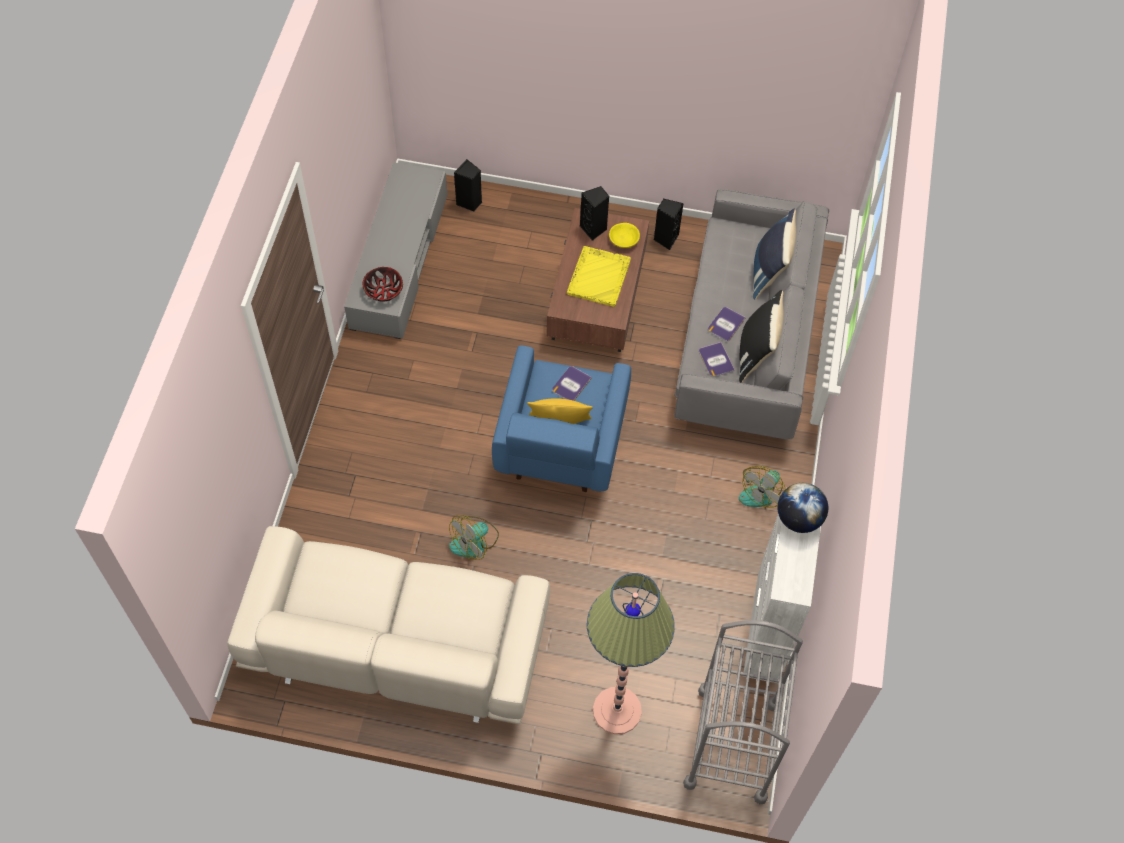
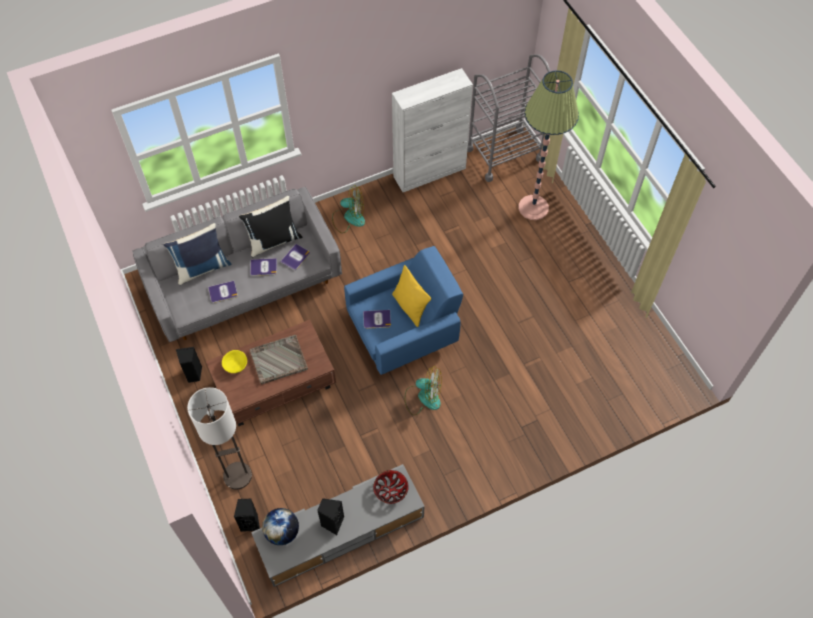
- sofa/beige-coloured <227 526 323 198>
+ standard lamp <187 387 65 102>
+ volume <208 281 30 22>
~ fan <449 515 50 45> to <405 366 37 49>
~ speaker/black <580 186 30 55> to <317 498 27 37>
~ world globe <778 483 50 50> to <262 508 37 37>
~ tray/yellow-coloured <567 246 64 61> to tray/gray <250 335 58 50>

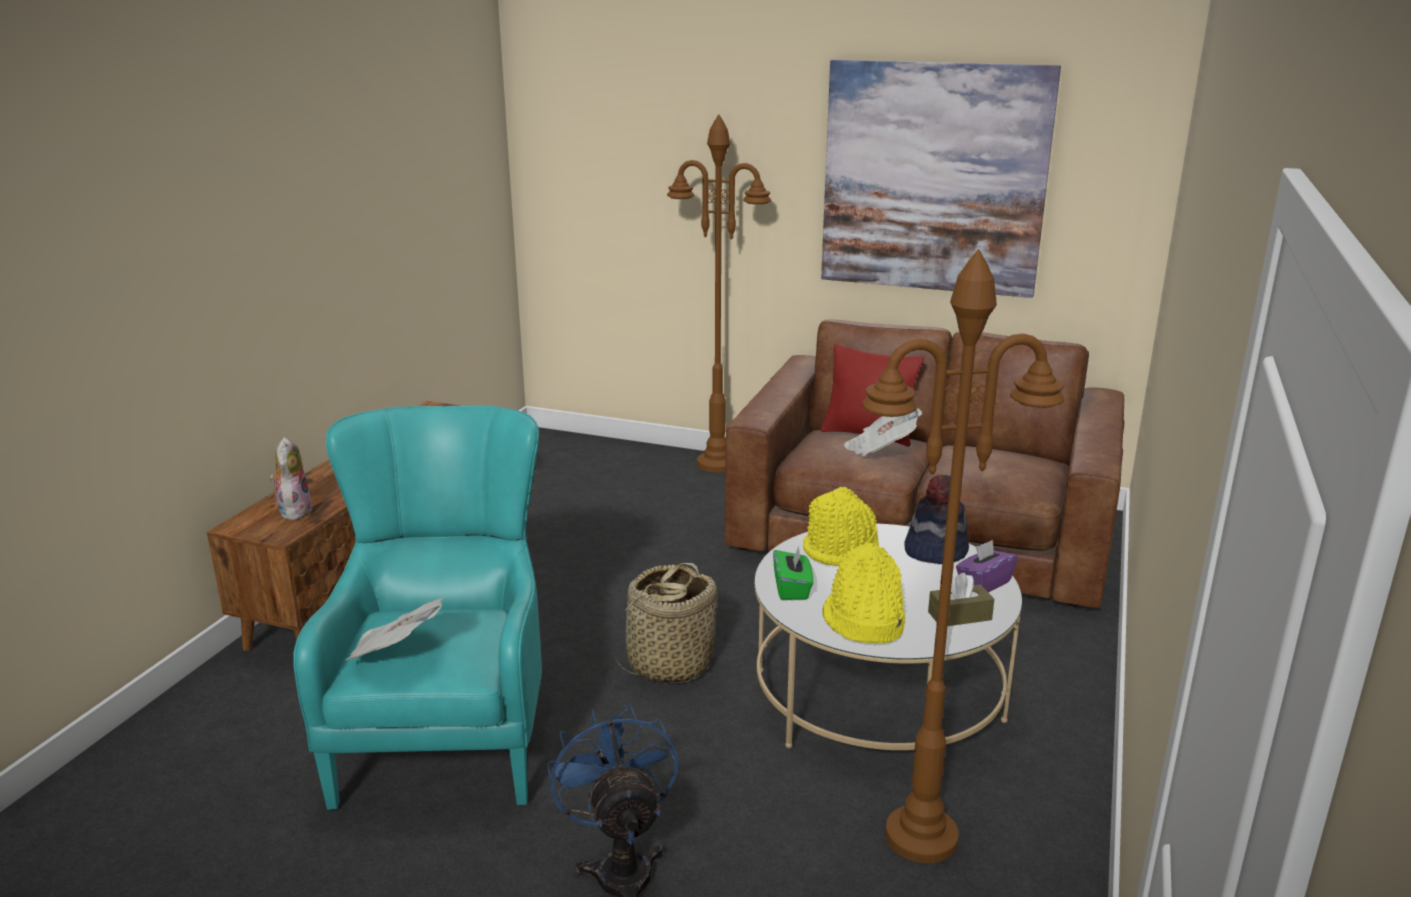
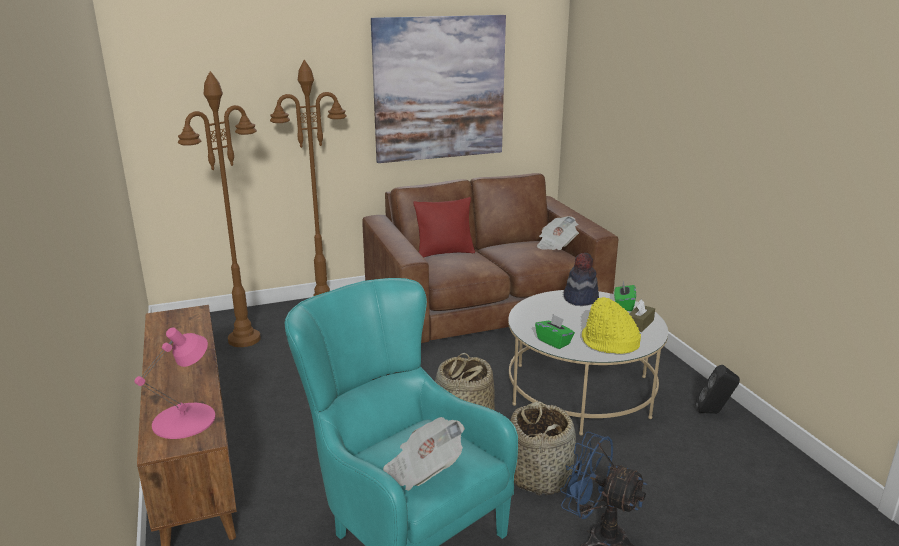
- clothing hat/yellow-coloured <803 487 76 79>
+ household basket <510 402 66 94>
+ speaker/black <696 365 44 49>
~ newspaper <844 408 78 48> to <537 216 42 34>
~ standard lamp/brown <862 249 203 614> to <178 71 83 276>
~ plush toy <270 437 43 83> to lamp for a table/pink <134 327 81 112>
~ box of tissues/purple <956 540 62 52> to box of tissues/green-coloured <614 281 22 30>

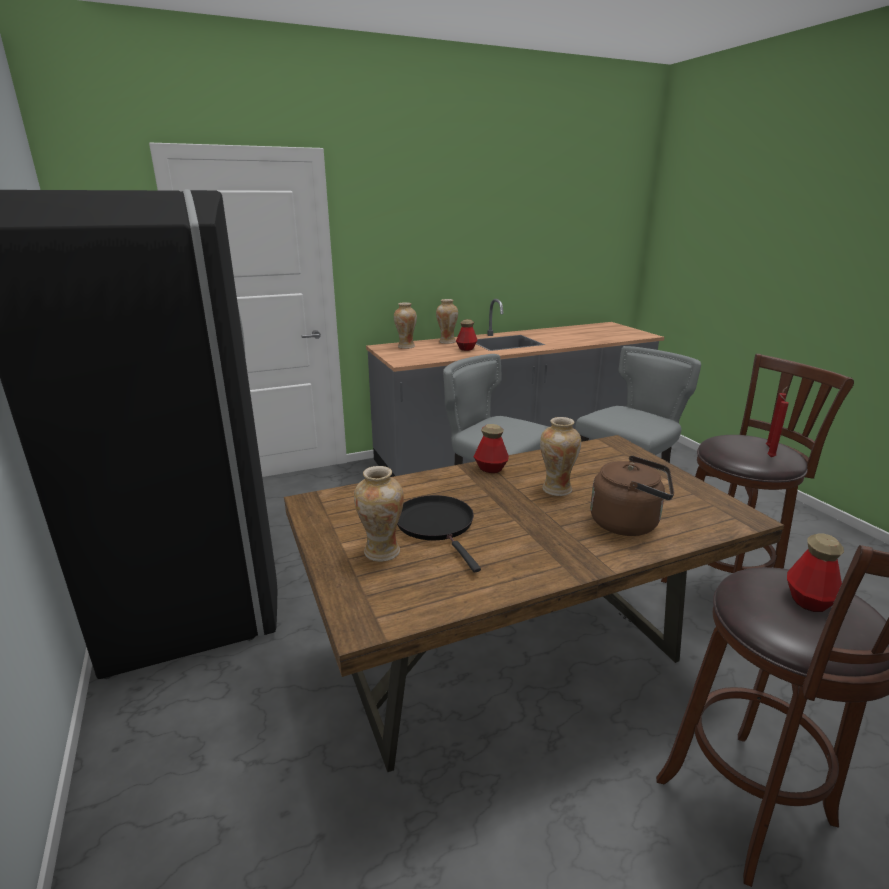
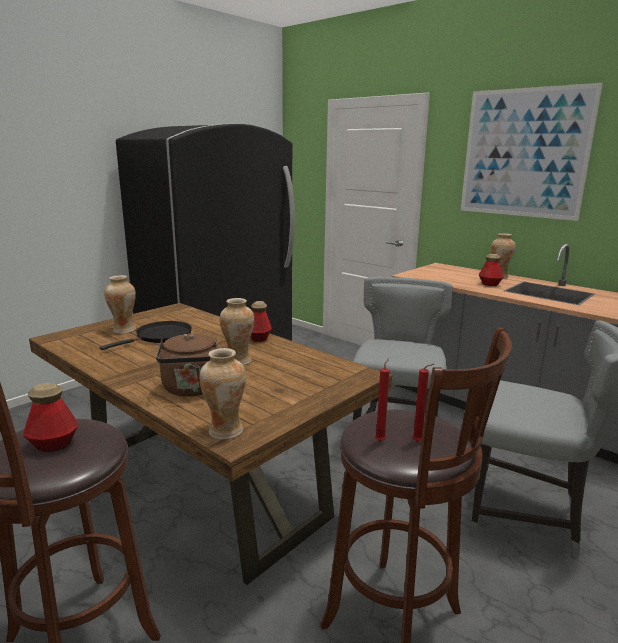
+ wall picture <461 83 142 138>
~ flower vase <394 302 23 47> to <199 348 47 92>

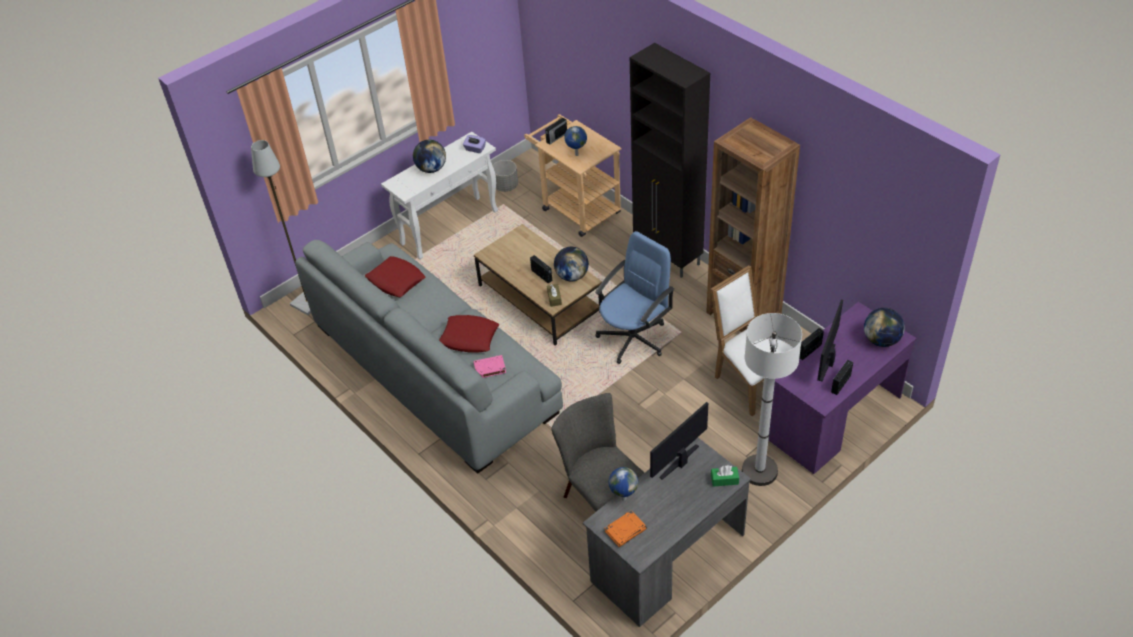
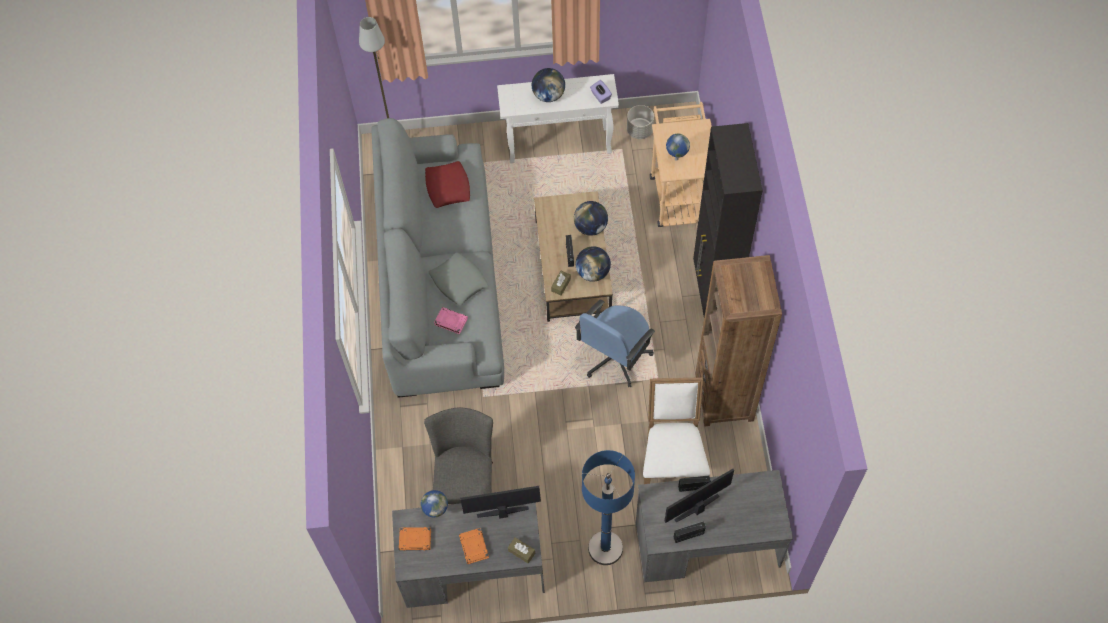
- radio <545 118 22 26>
+ volume/orange <459 528 30 36>
~ world globe <864 308 41 39> to <574 201 34 35>
~ pillow/red <439 315 60 37> to pillow/gray <429 252 59 54>
~ box of tissues/green-coloured <711 465 28 22> to box of tissues/brown <508 538 27 25>
~ standard lamp/white-coloured <742 313 60 173> to standard lamp/bluish <582 450 53 115>
~ desk unit/purple <768 302 149 172> to desk unit/gray <636 470 157 112>
~ office chair/bluish <595 231 80 133> = <575 299 80 88> 135 degrees clockwise

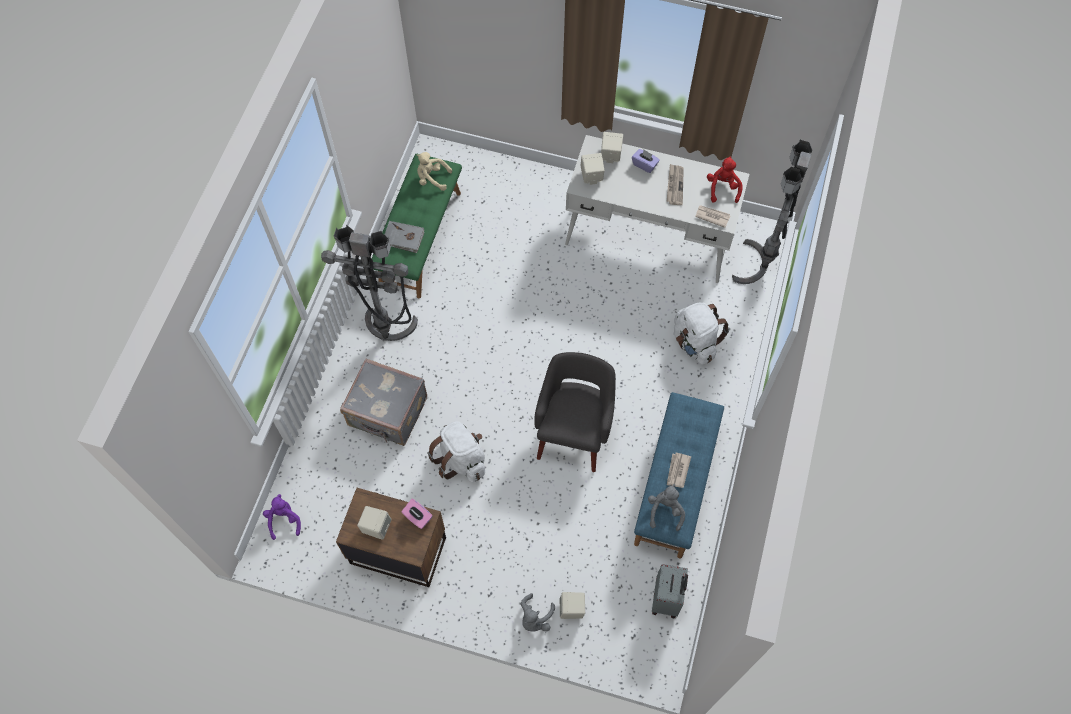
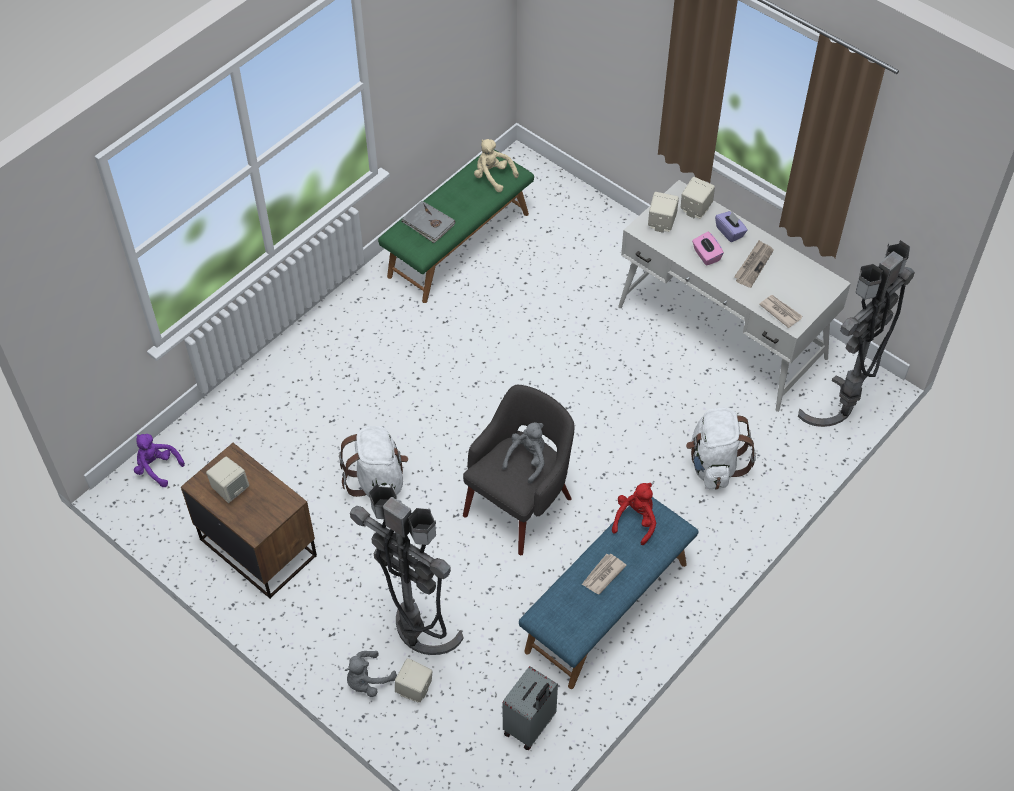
- piece of luggage/gray <340 358 87 88>
~ standard lamp/gray <321 225 97 116> to <350 483 114 172>
~ box of tissues/pink <402 498 31 31> to <692 232 32 34>
~ plush toy/gray <648 484 37 47> to <502 422 43 62>
~ plush toy/red <707 157 36 46> to <612 483 44 62>
~ plush toy/purple <263 494 38 46> = <134 434 51 53> 75 degrees counterclockwise

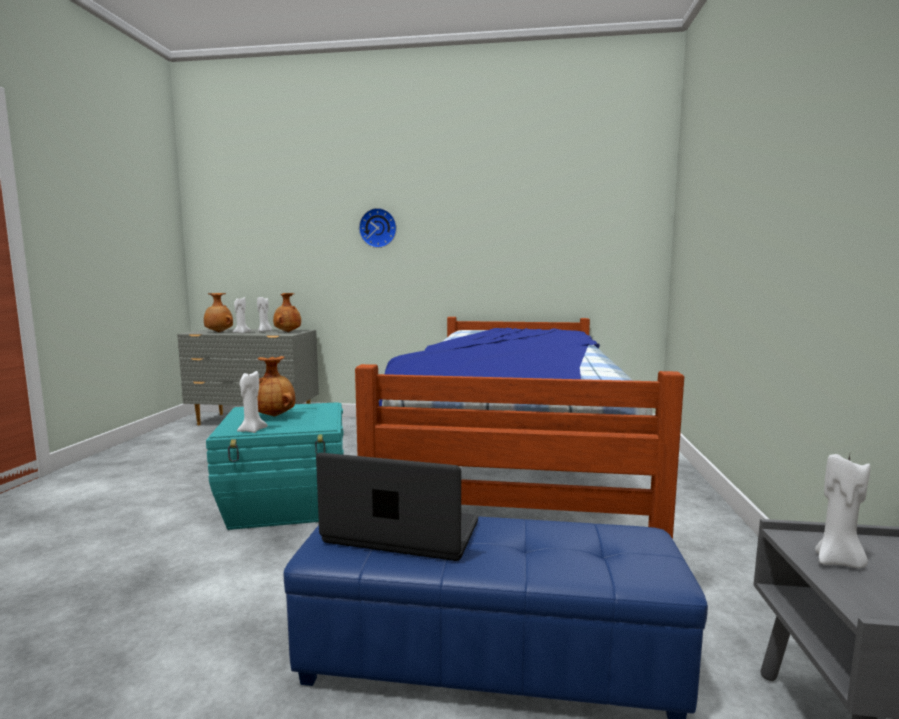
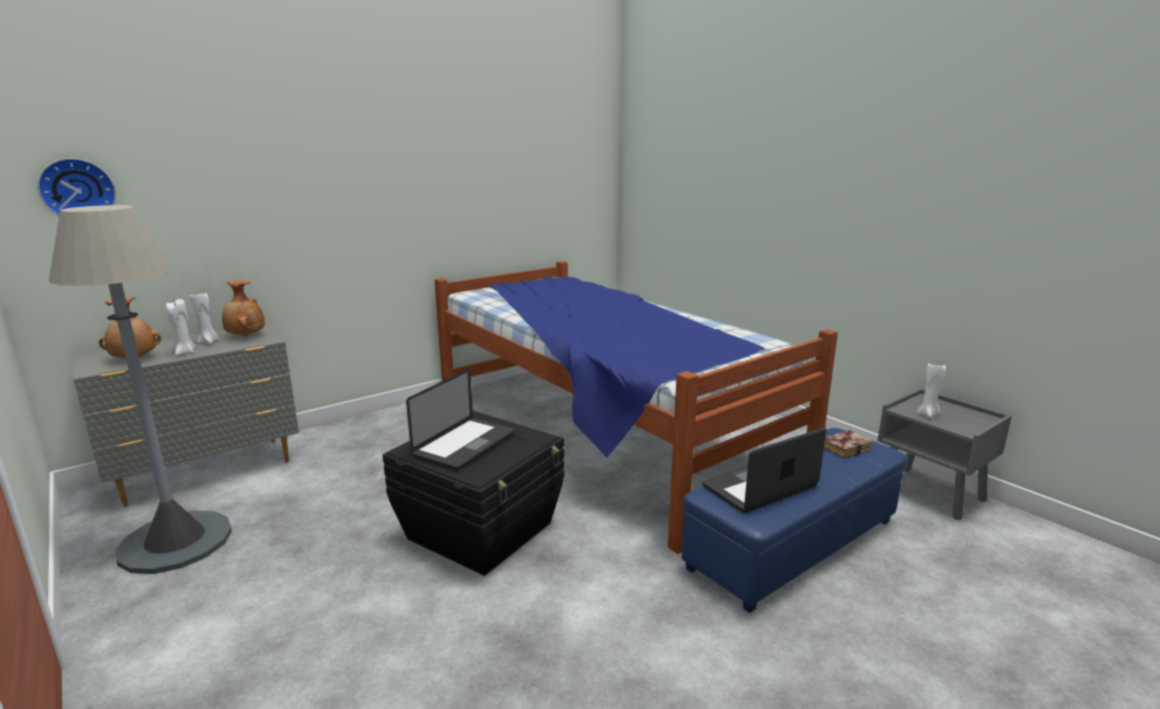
- candle/white-coloured <237 370 31 63>
+ standard lamp/gray <49 205 183 369>
+ volume <824 430 49 28>
~ hanging clock <359 208 38 40> to <37 158 79 58>
~ flower vase/brown <257 356 38 61> to laptop <406 369 109 102>
~ storage bin/turquoise <206 402 138 128> to storage bin/black <383 411 181 165>

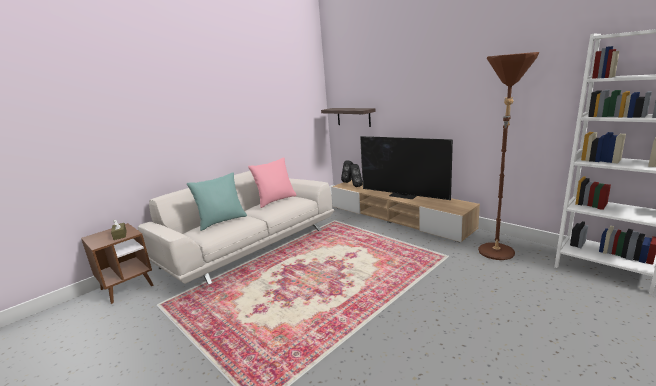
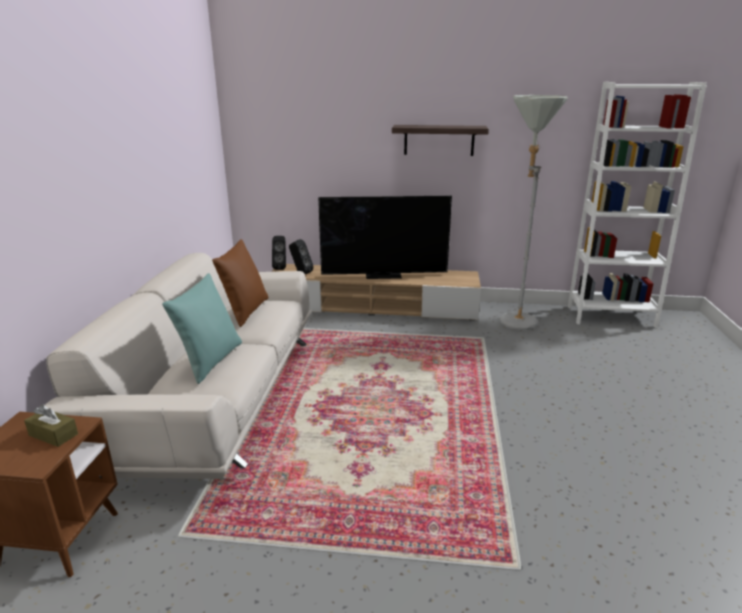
~ wall shelf <321 108 55 19> to <392 125 97 31>
~ pillow/pink <248 157 49 51> to pillow/brown <212 239 56 88>
~ standard lamp/brown <478 52 61 208> to standard lamp/gray <500 95 68 235>

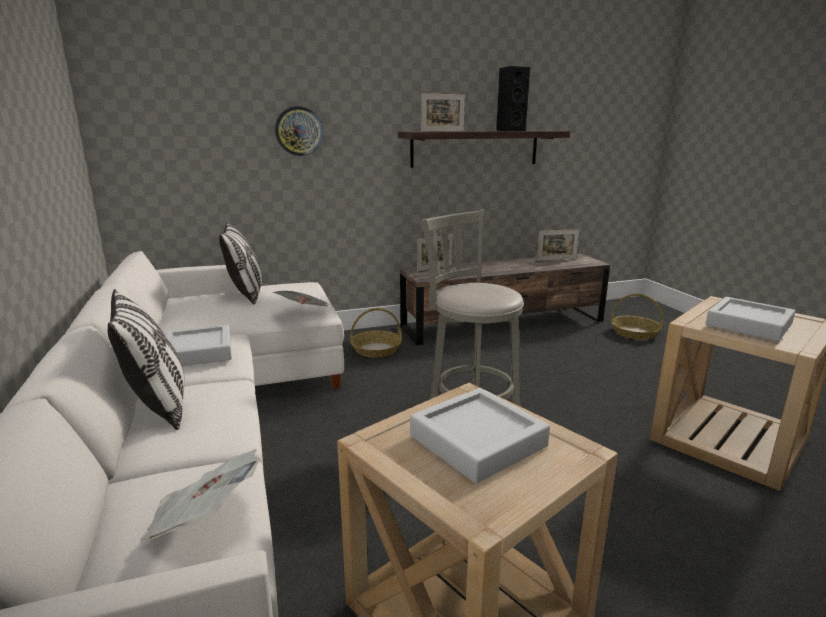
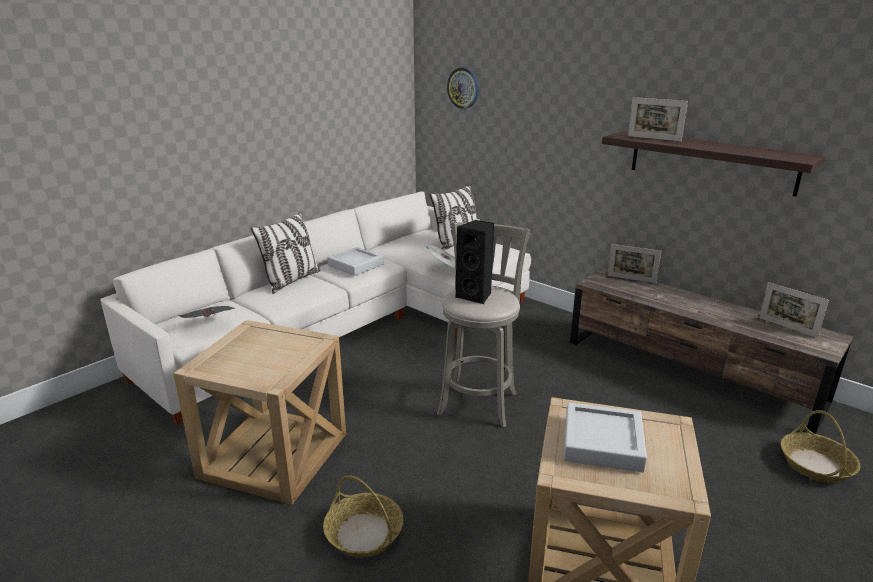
- tray/gray <410 388 140 96>
~ hanging clock <275 106 48 50> to <447 68 32 41>
~ household basket <350 308 52 50> to <323 475 81 83>
~ speaker/black <496 66 34 65> to <456 220 38 85>

